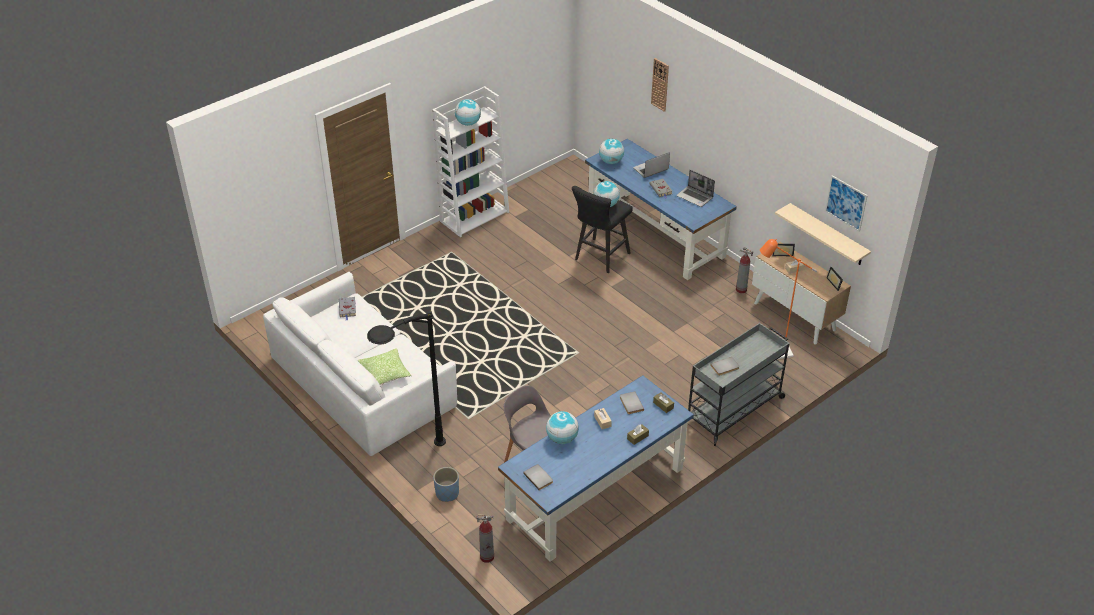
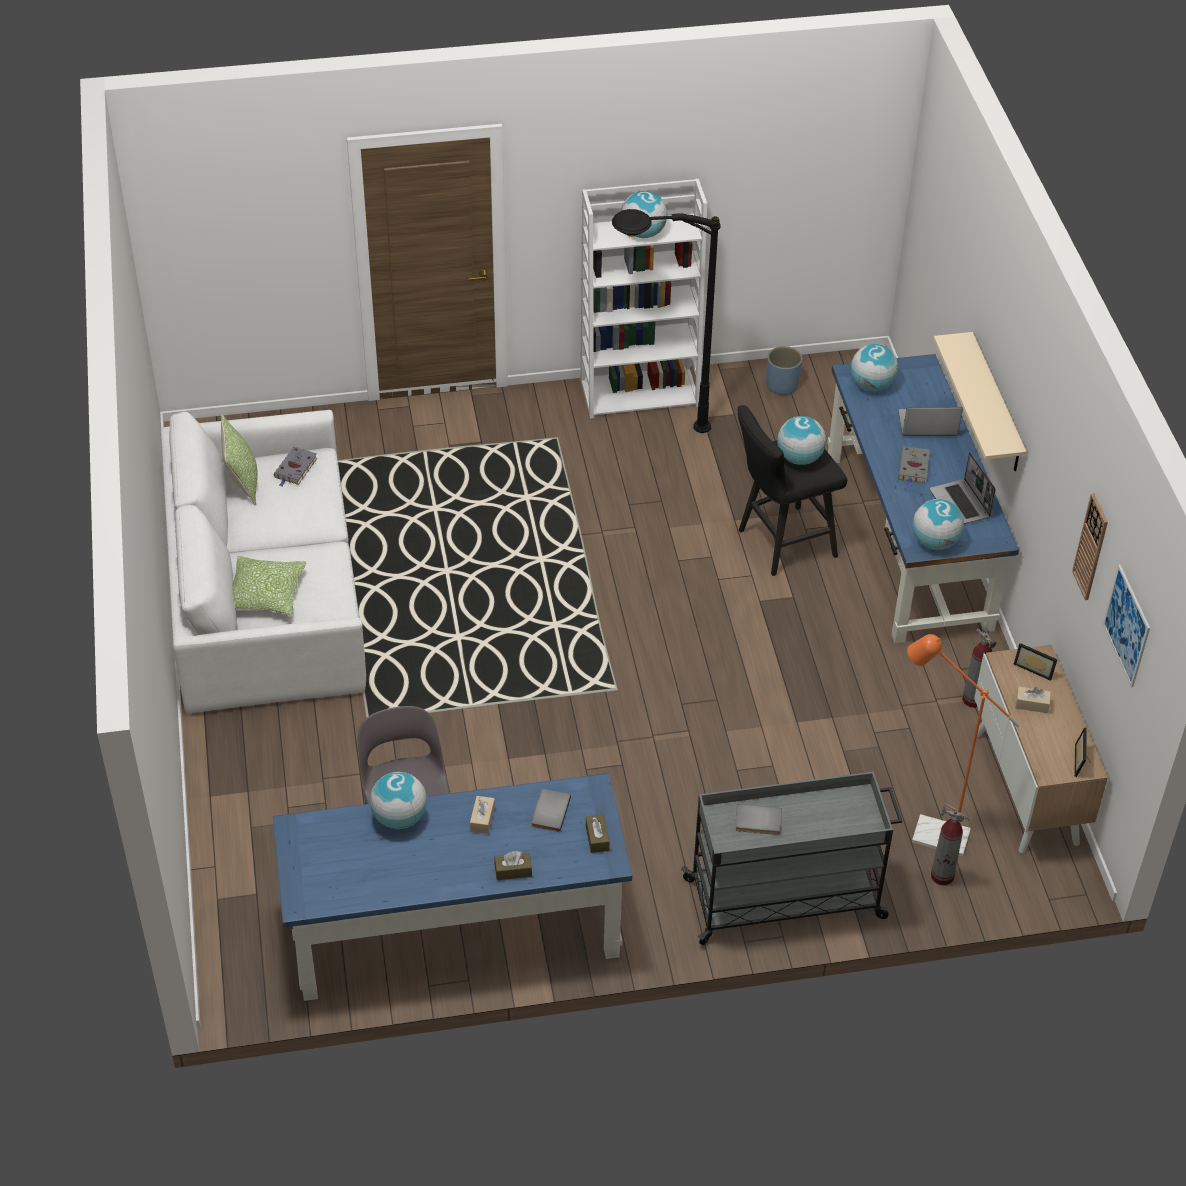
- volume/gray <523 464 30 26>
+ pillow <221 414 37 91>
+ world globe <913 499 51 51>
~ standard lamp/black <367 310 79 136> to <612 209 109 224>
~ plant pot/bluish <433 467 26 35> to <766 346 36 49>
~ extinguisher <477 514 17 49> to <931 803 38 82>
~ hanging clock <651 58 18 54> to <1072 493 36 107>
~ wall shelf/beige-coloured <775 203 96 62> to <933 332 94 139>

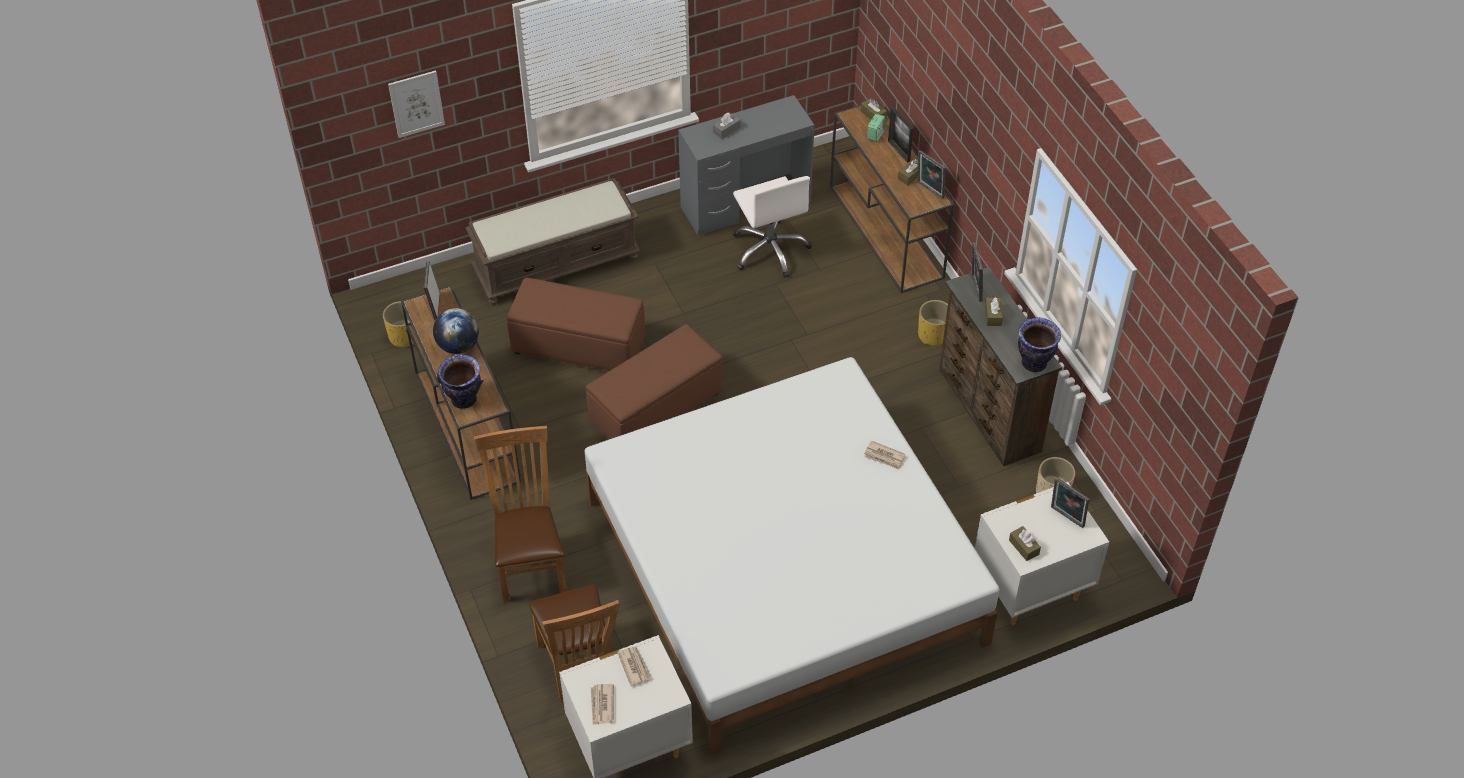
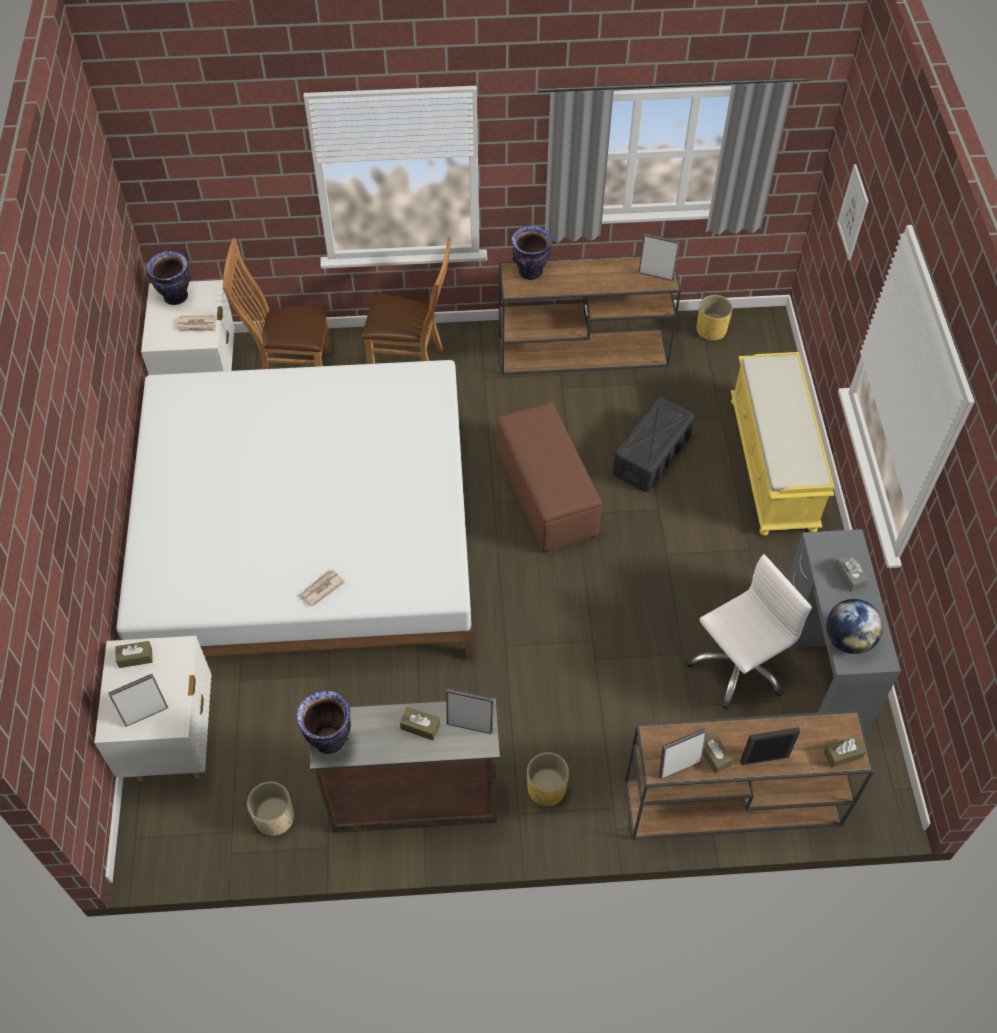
- table clock <867 114 19 28>
~ world globe <433 308 46 46> to <826 599 57 55>
~ footrest/brown <507 278 138 93> to storage bin/black <612 397 82 95>
~ newspaper <591 684 23 41> to flower vase <146 251 46 54>
~ long seat/brown <465 178 175 127> to long seat/yellow-coloured <731 352 103 184>
~ office chair/white-coloured <733 176 79 102> = <687 554 125 156> 150 degrees clockwise

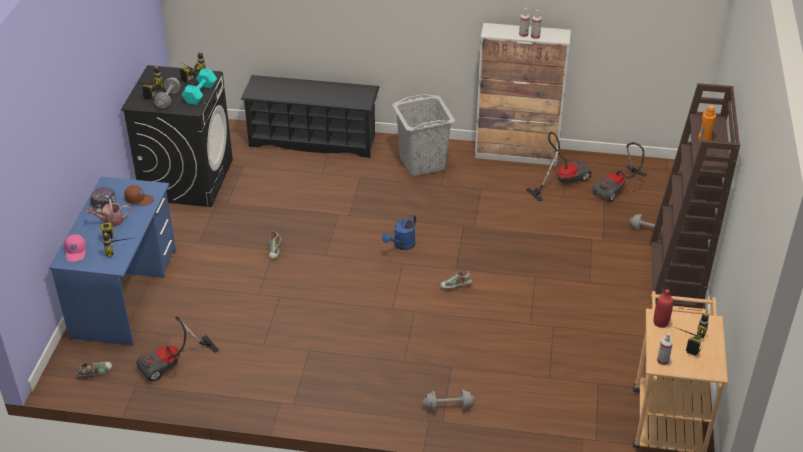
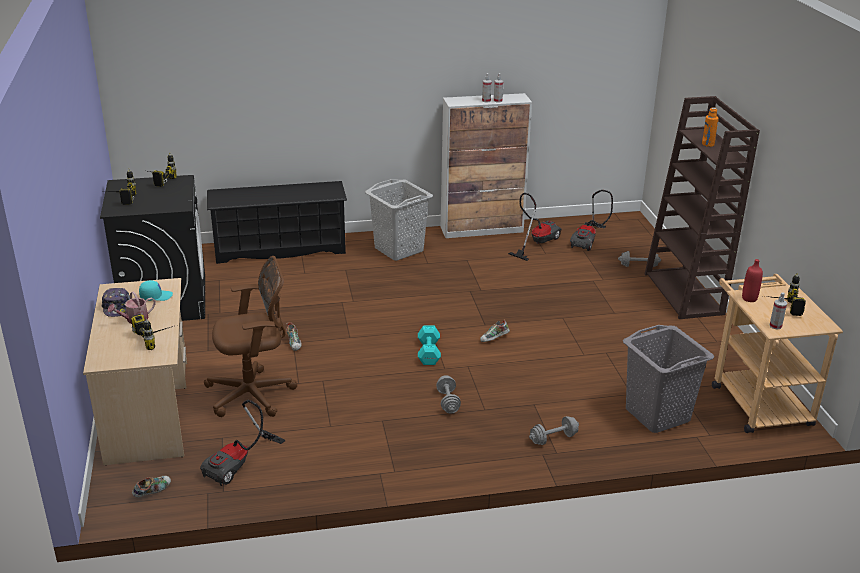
- cap/pink <65 234 21 28>
- watering pot/bluish <382 214 34 36>
+ office chair/brown <204 256 94 161>
+ washing basket/gray <623 325 91 108>
~ free weight/gray <154 77 26 32> to <436 375 25 39>
~ free weight/turquoise <182 68 35 37> to <418 326 23 39>
~ desk unit/bluish <49 177 127 169> to desk unit/beige-coloured <83 278 104 188>
~ cap/brown <124 185 30 21> to cap/turquoise <139 280 34 21>

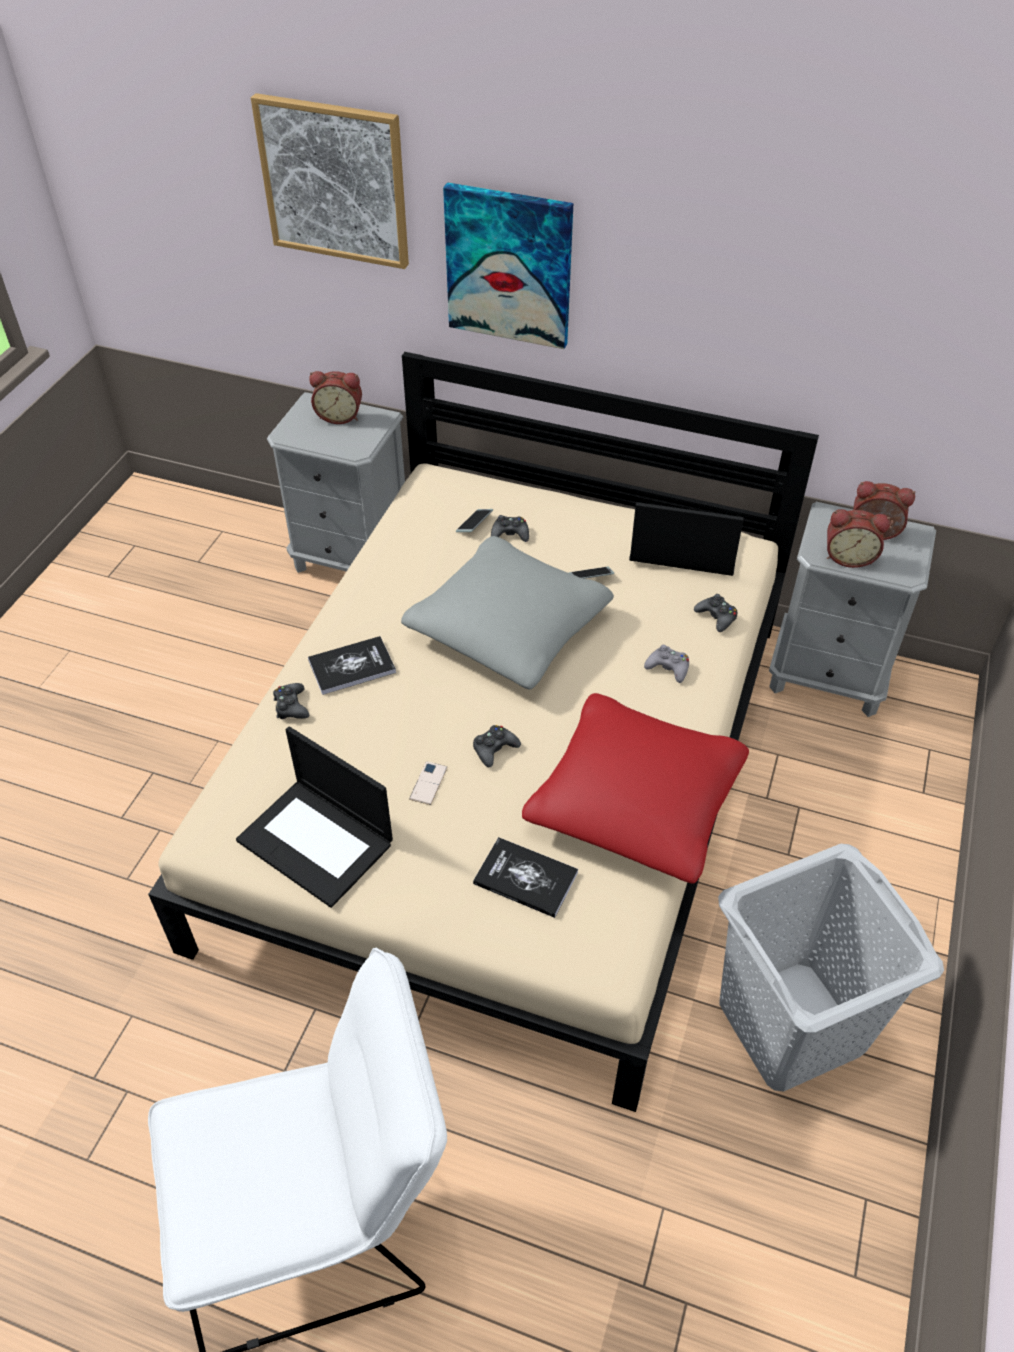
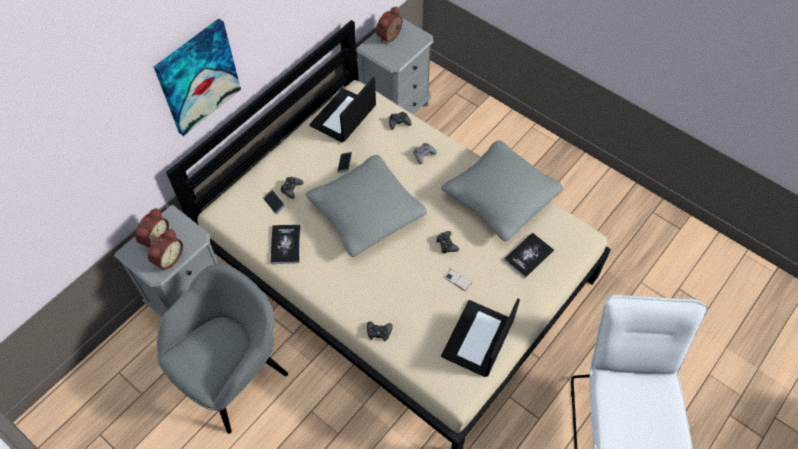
- wall picture <251 93 158 176>
- washing basket/gray <718 844 226 248>
+ armchair/gray <157 264 131 170>
~ volume <308 636 88 59> to <270 224 30 40>
~ table clock <827 509 63 59> to <148 229 35 41>
~ pillow/red <522 693 227 191> to pillow/gray <441 140 122 102>
~ laptop <236 726 157 182> = <441 298 79 79> 150 degrees clockwise

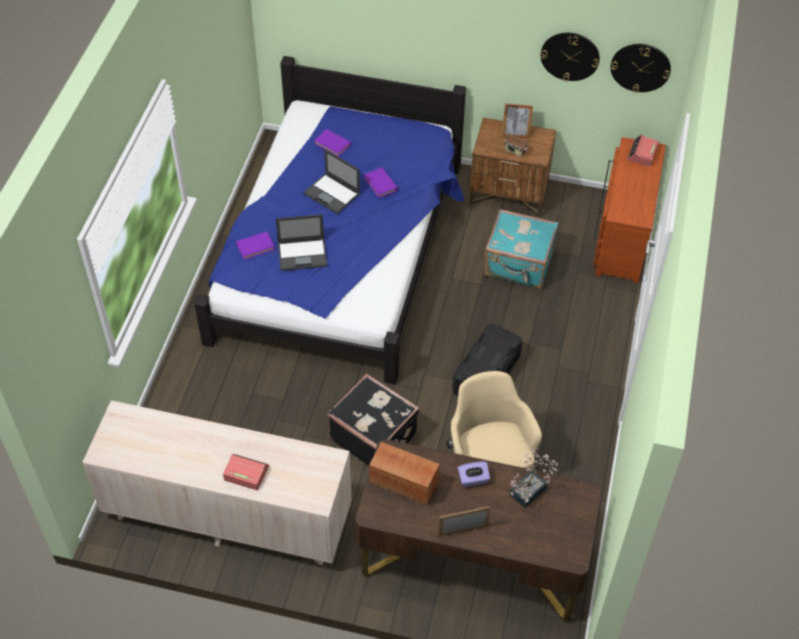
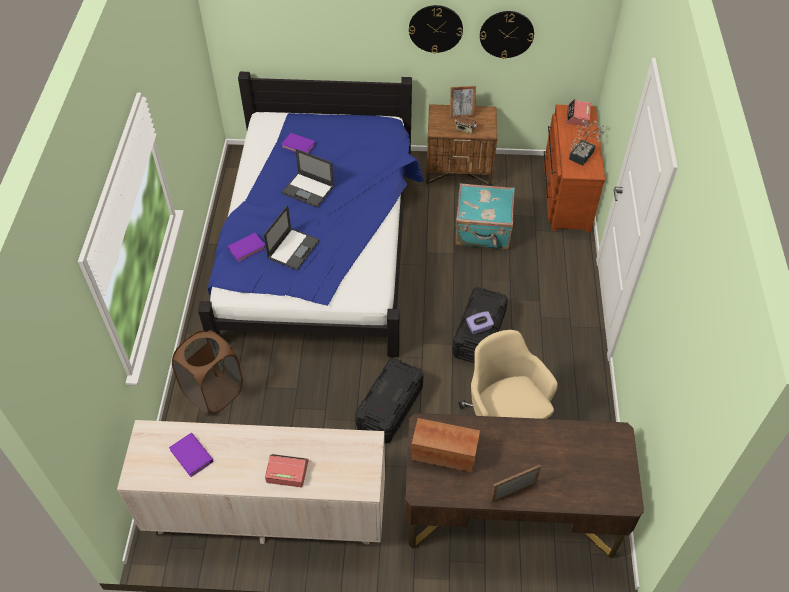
+ washing basket/brown <172 330 71 84>
~ volume/purple <364 168 34 30> to <169 433 44 44>
~ box of tissues/purple <458 462 32 25> to <466 311 28 23>
~ houseplant <510 448 49 60> to <569 119 35 47>
~ hanging clock <610 44 61 49> to <409 5 54 48>
~ piece of luggage/black <327 374 93 92> to storage bin/black <355 358 68 86>
~ laptop <276 214 51 57> = <264 205 56 66> 45 degrees counterclockwise

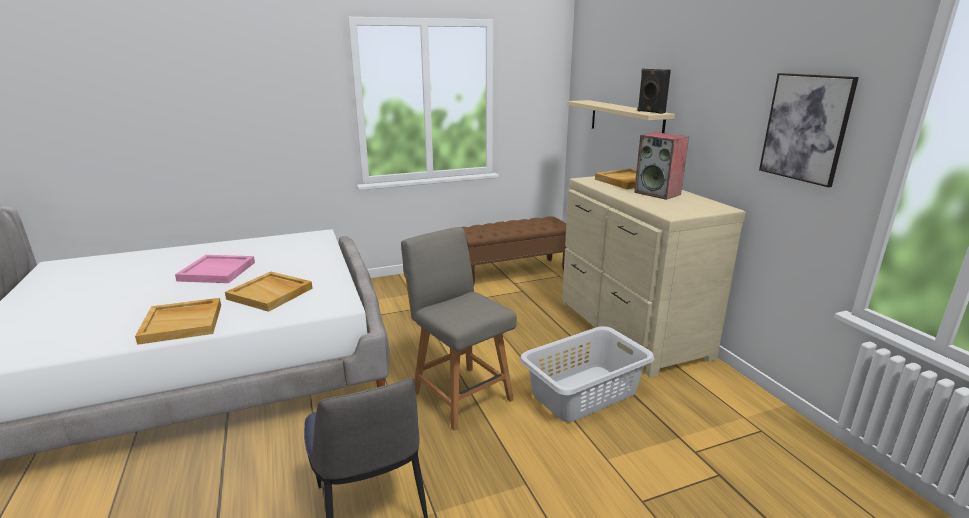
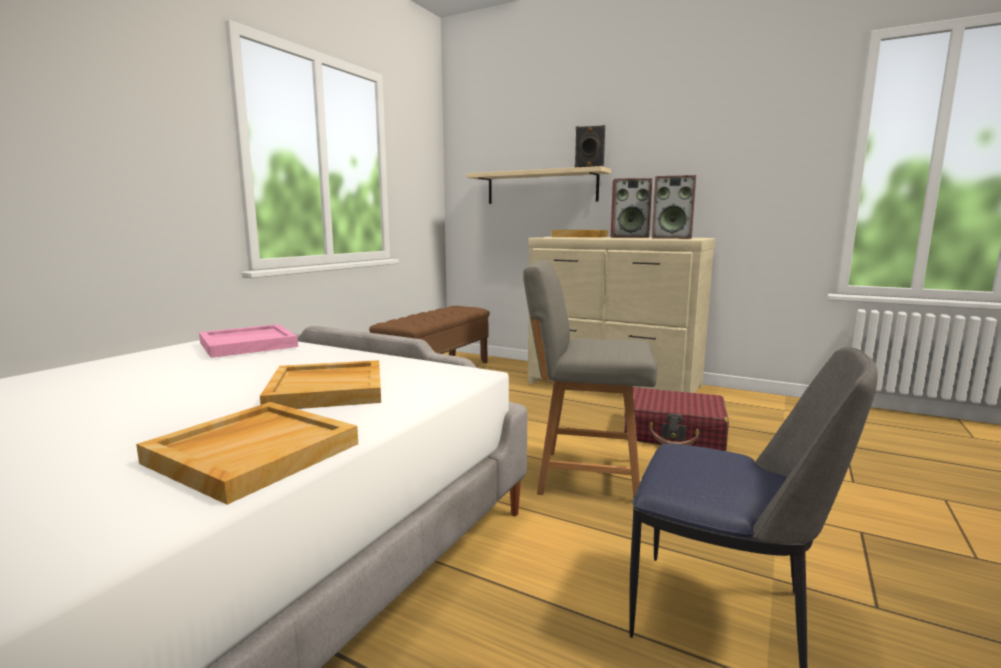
- wall picture <759 73 100 114>
+ speaker <652 175 44 64>
~ tray/pink <175 255 80 28> to <199 324 99 34>
~ washing basket/gray <520 326 134 96> to piece of luggage/red <624 387 105 64>

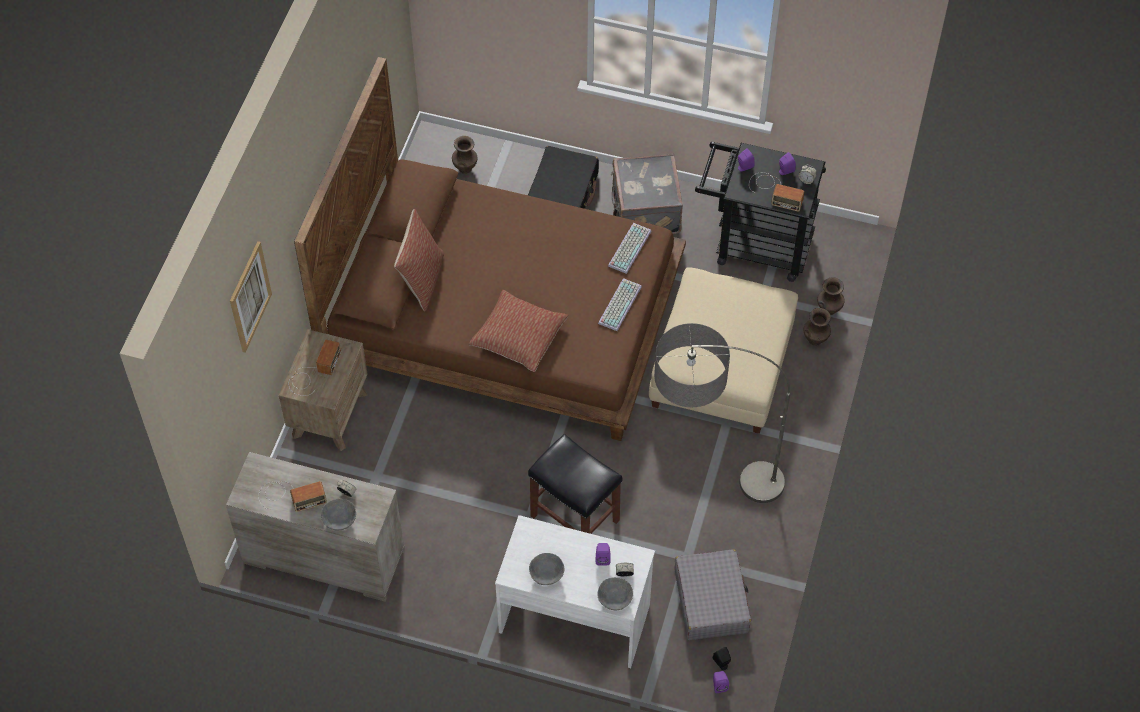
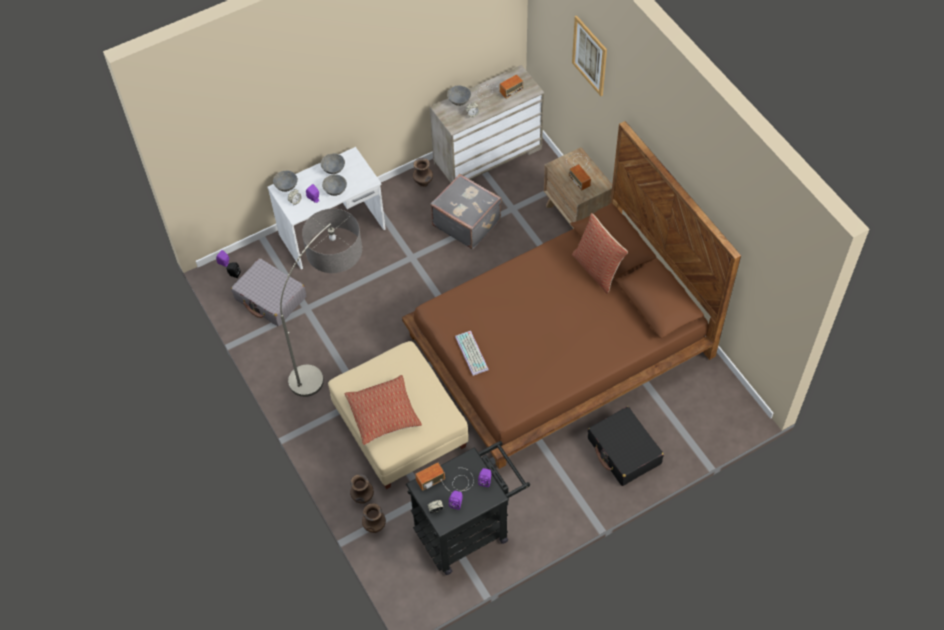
- sitting stool/black <528 434 94 100>
- computer keyboard <608 223 43 51>
+ bowl/gray <322 175 25 21>
~ flower vase/brown <452 136 26 38> to <413 158 20 29>
~ pillow <469 290 99 82> to <344 375 78 70>
~ piece of luggage/gray <611 154 72 80> to <430 174 72 75>
~ radio <258 481 69 31> = <476 74 48 28> 150 degrees counterclockwise

